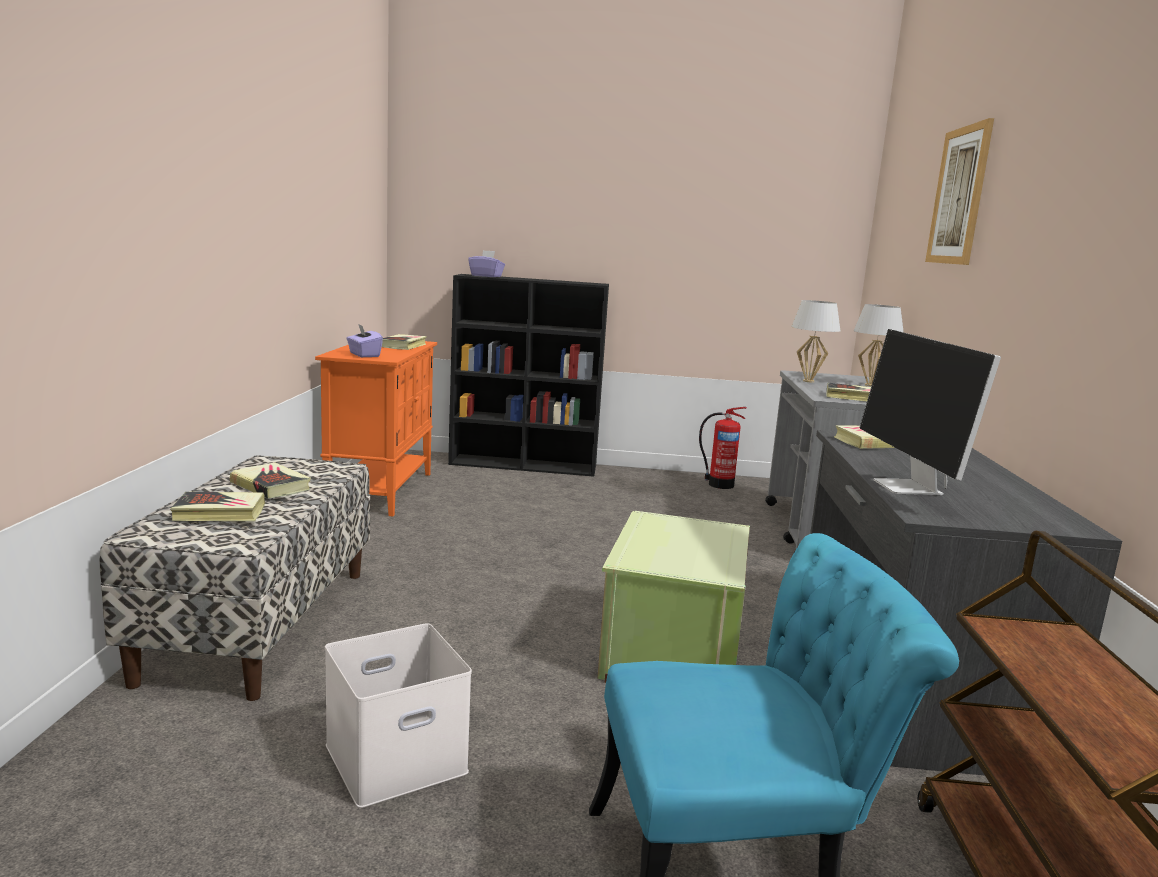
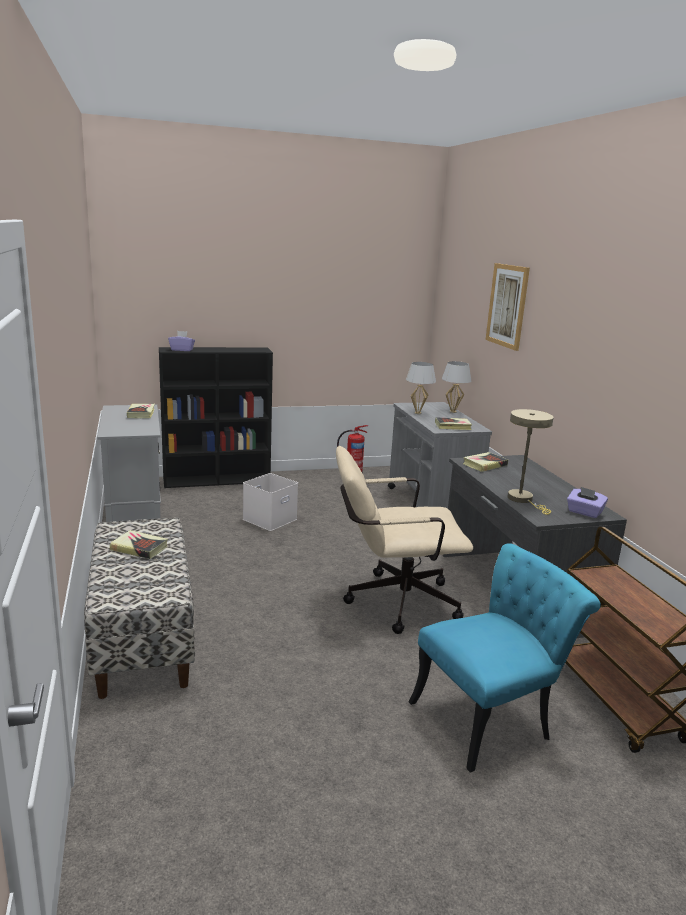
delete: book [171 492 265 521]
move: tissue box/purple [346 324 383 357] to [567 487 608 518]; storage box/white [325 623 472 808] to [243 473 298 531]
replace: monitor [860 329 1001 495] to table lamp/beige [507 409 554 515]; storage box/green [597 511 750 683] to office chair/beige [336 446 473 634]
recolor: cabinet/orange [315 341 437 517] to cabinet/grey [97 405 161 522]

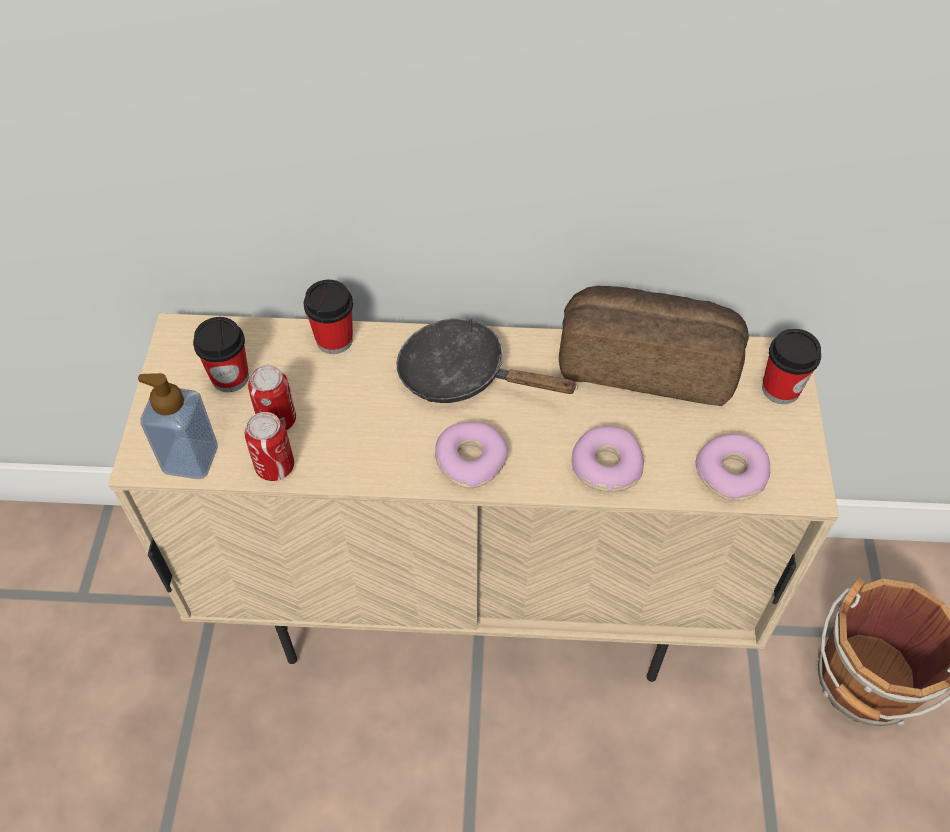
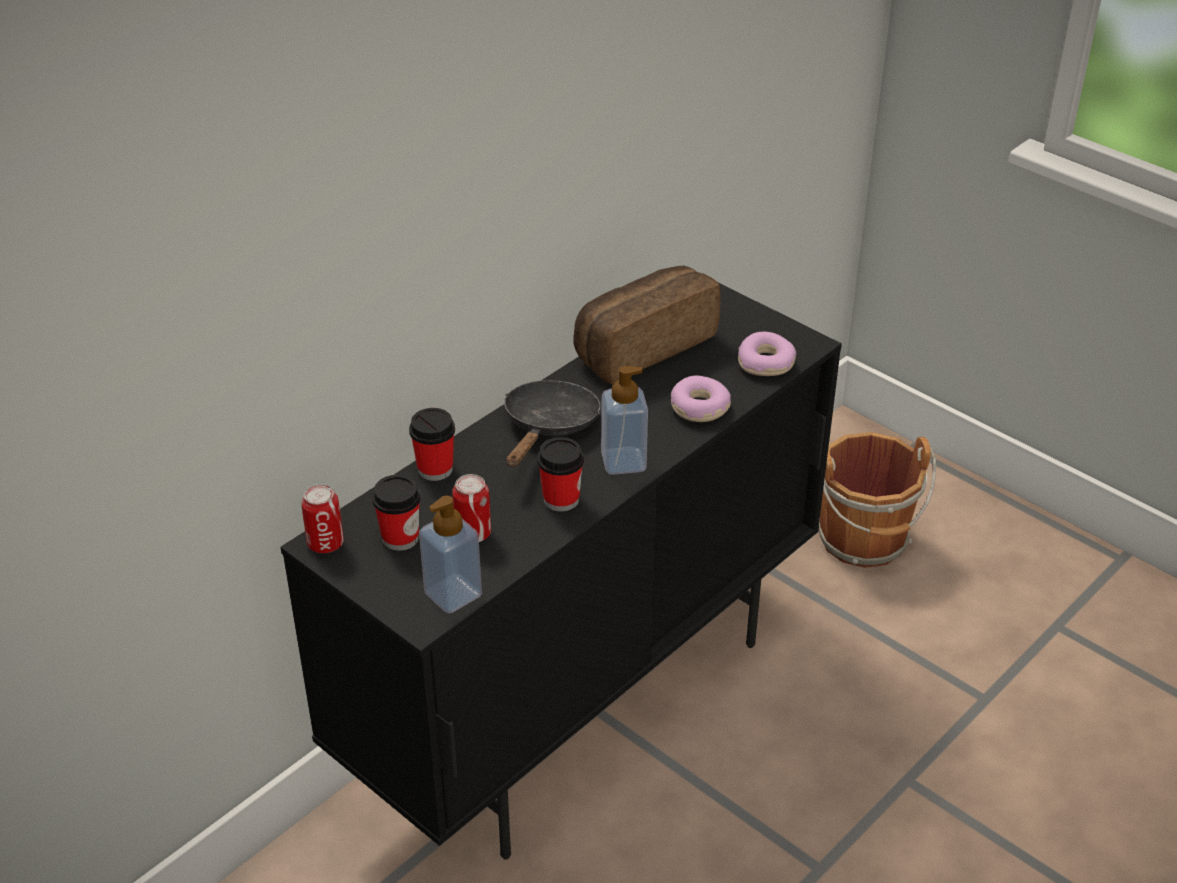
move: cup [762 329 821 404] to [537 437 584 512]; can [245 412 294 481] to [301 484 344 553]
replace: donut [435 422 508 488] to soap dispenser [601 366 648 475]
recolor: cabinet/beige [108 313 839 682] to cabinet/black [280 283 842 860]
rotate: frying pan/black [397 318 578 403] = [504 380 600 467] 135 degrees clockwise

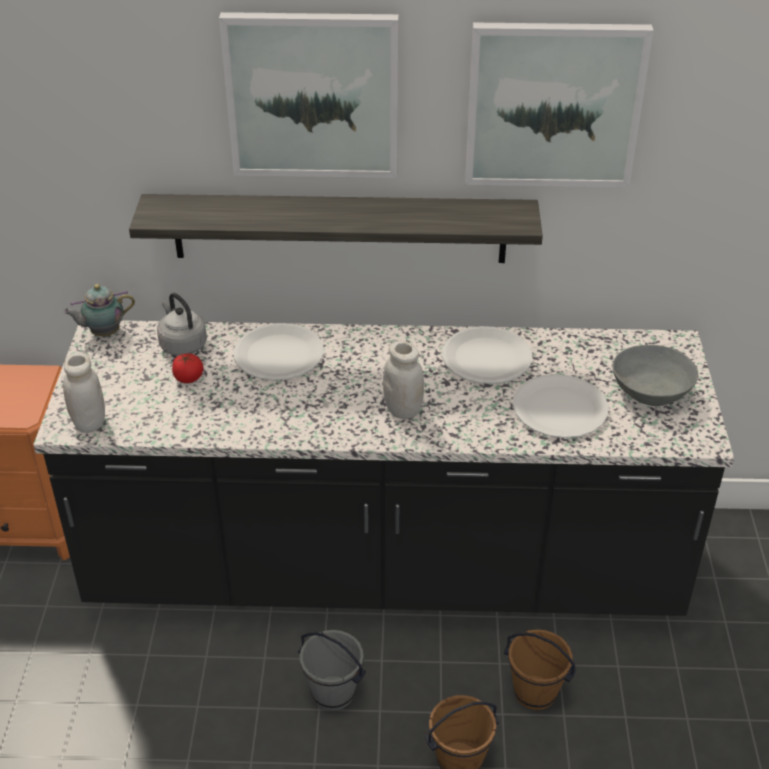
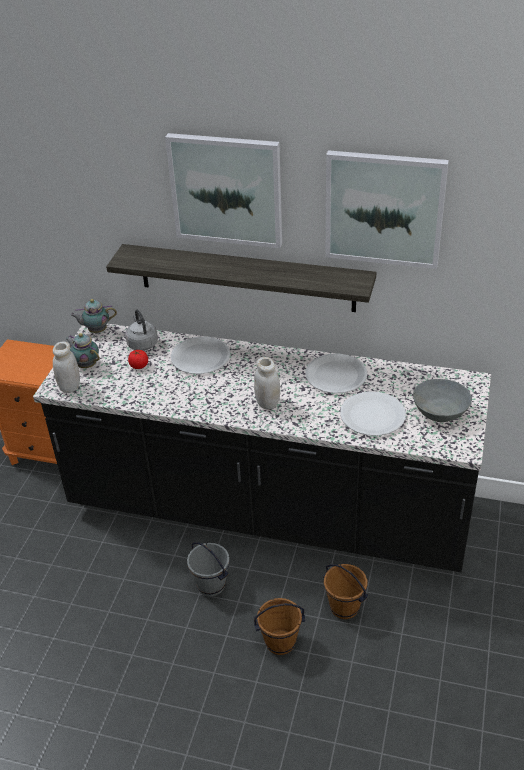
insert: teapot [66 333 100 368]

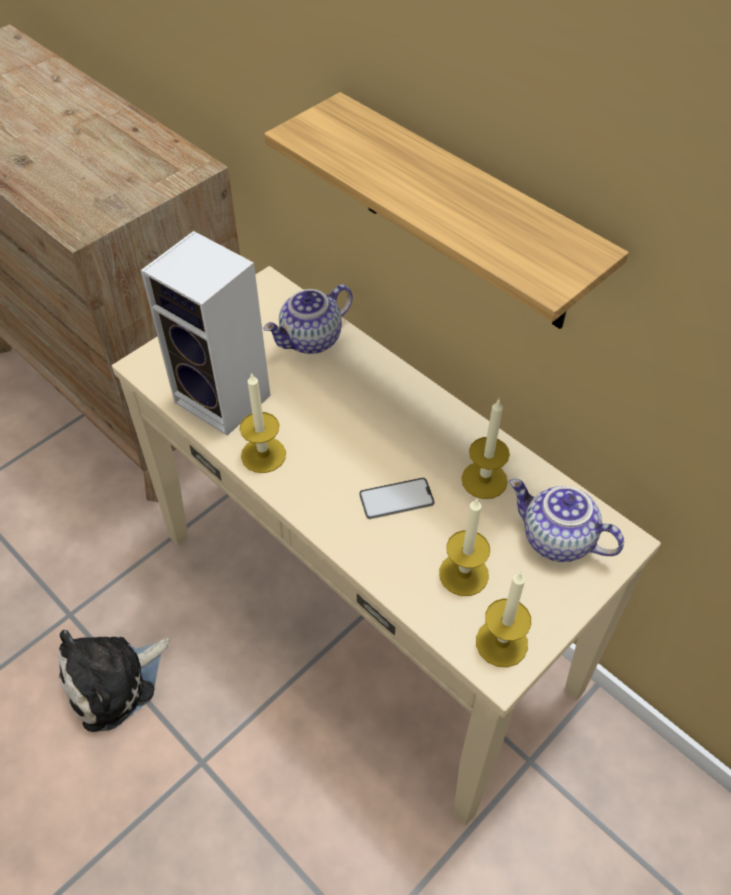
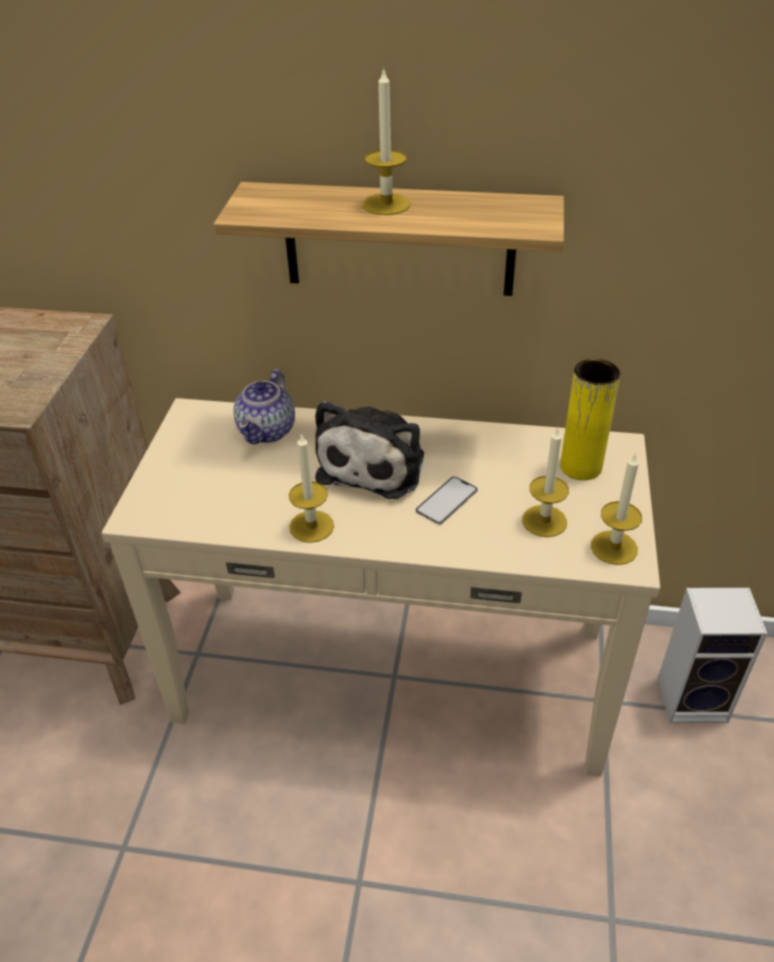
move: speaker [141 231 271 436] to [658 588 768 723]; candle [461 399 510 499] to [363 67 411 215]; plush toy [58 630 170 732] to [315 401 424 499]
replace: teapot [509 479 624 562] to vase/yellow [560 359 620 480]

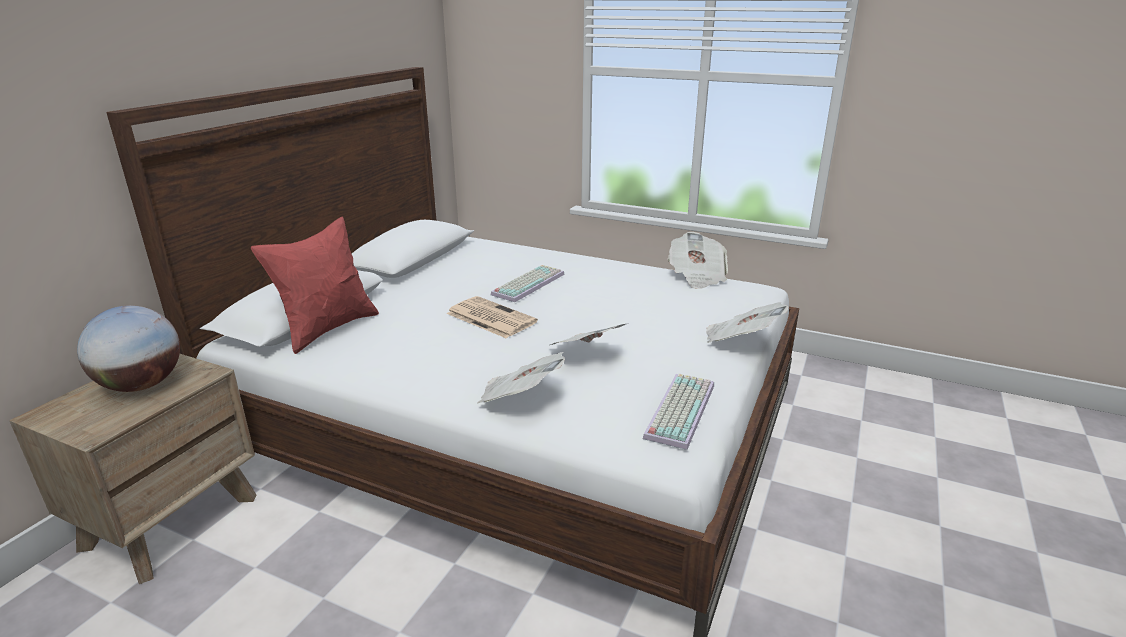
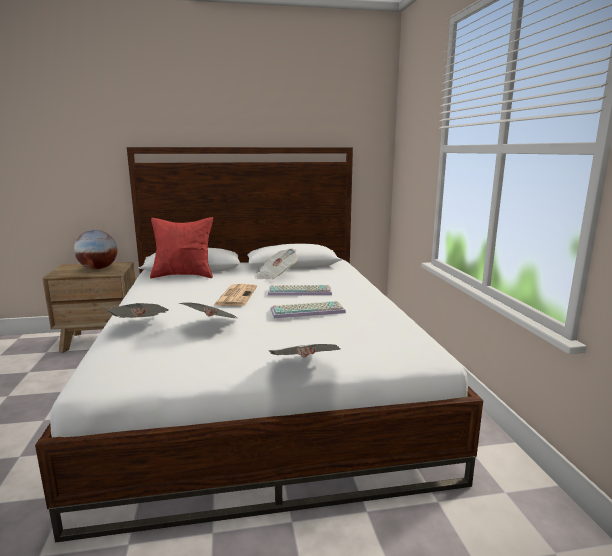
move: newspaper [668 232 728 289] to [254 249 299 280]; keyboard [643 374 714 450] to [270 301 346 318]

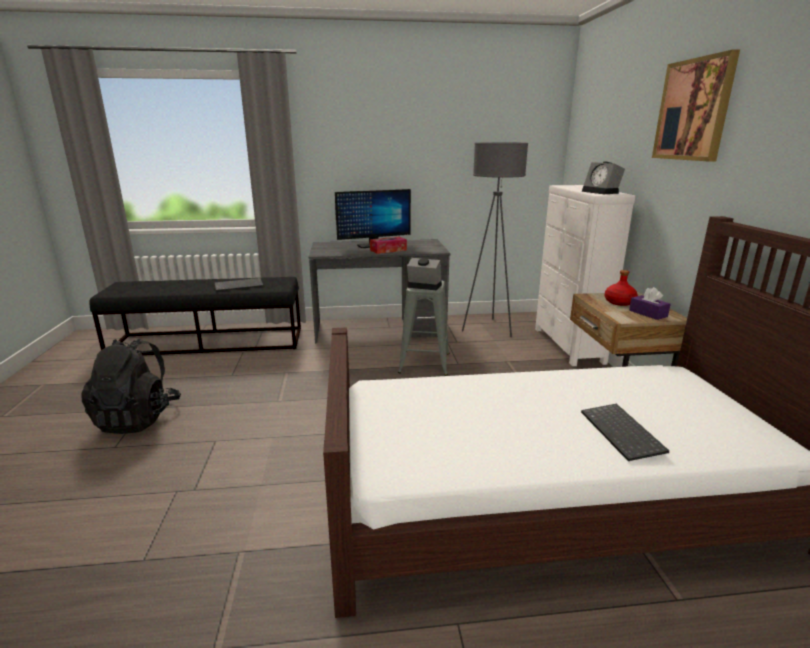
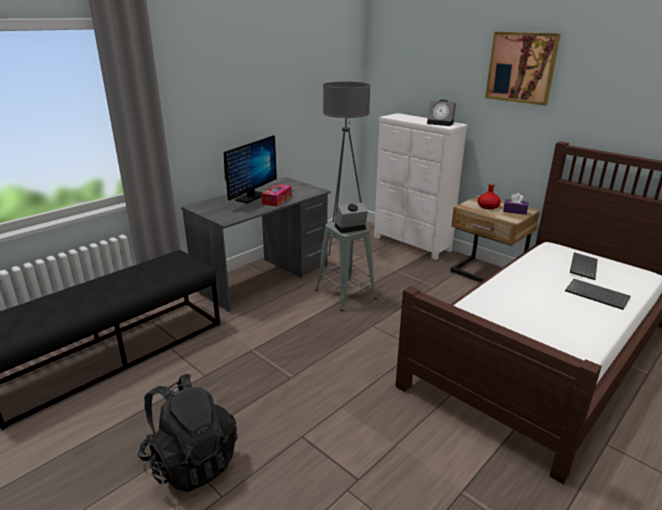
move: keyboard [214 278 263 291] to [570 252 598 280]

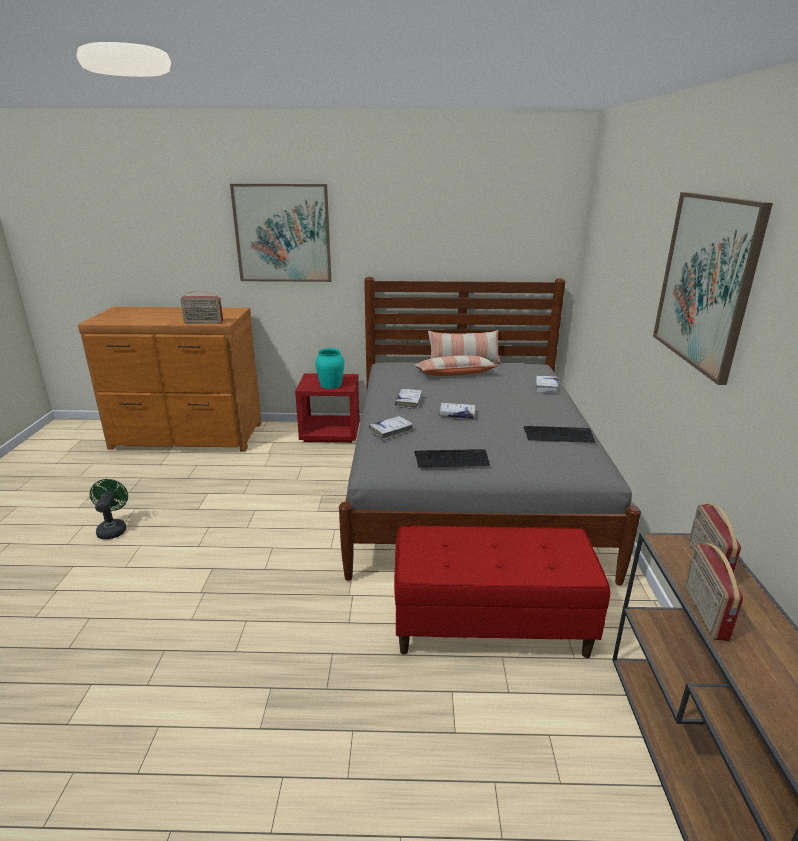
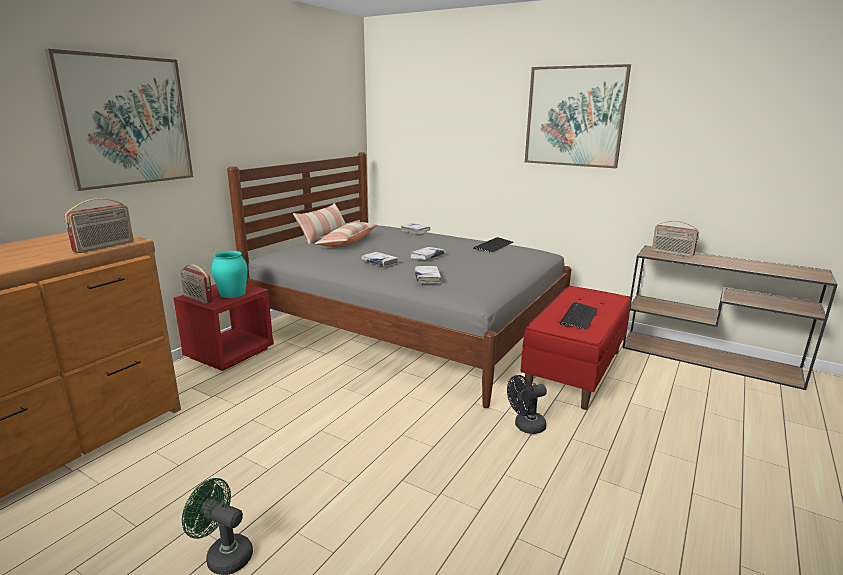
insert: fan/black [507 375 547 434]
move: keyboard [415 449 490 468] to [560 302 598 330]; radio [685 543 743 641] to [180 265 213 304]

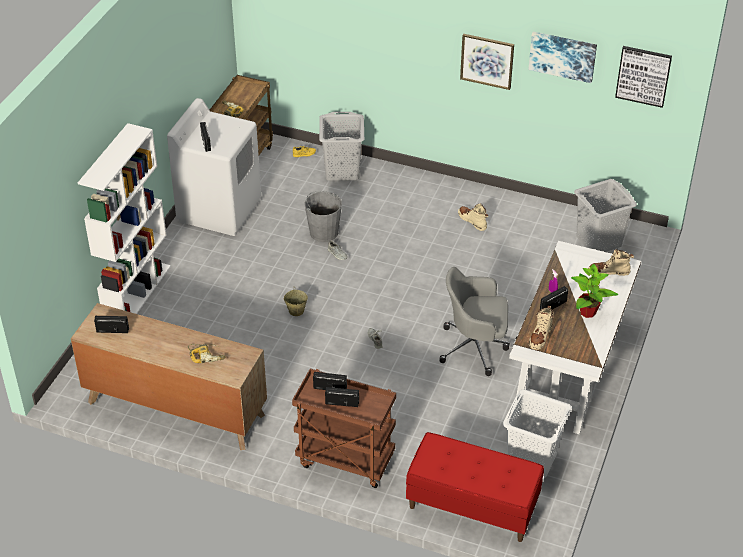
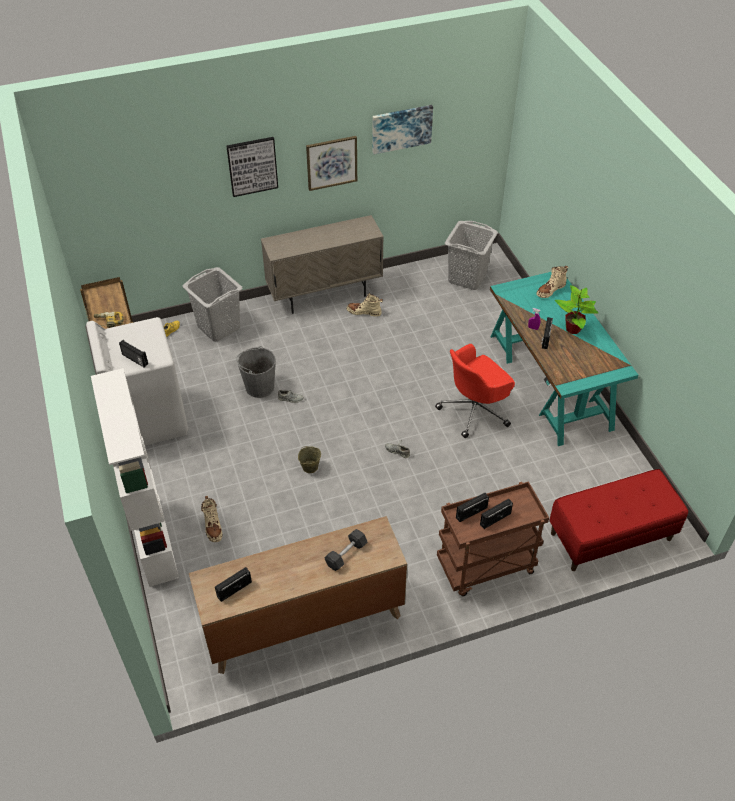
delete: laundry basket/white [503 389 572 479]
insert: cabinet/beige [261 215 384 314]
move: picture [615 46 672 108] to [226 137 278 197]; boot/beige [529 306 554 350] to [201 496 223 542]
replace: power drill [188 344 225 363] to dumbbell/grey [324 529 367 571]
recolor: desk/white [509 241 641 434] to desk/turquoise [490 272 638 446]; office chair/grey [440 267 510 376] to office chair/red [435 344 515 438]

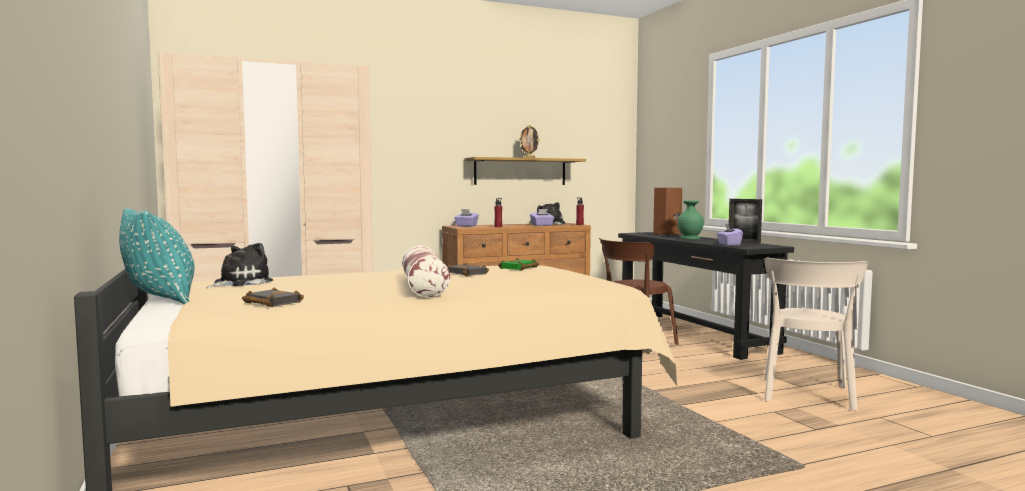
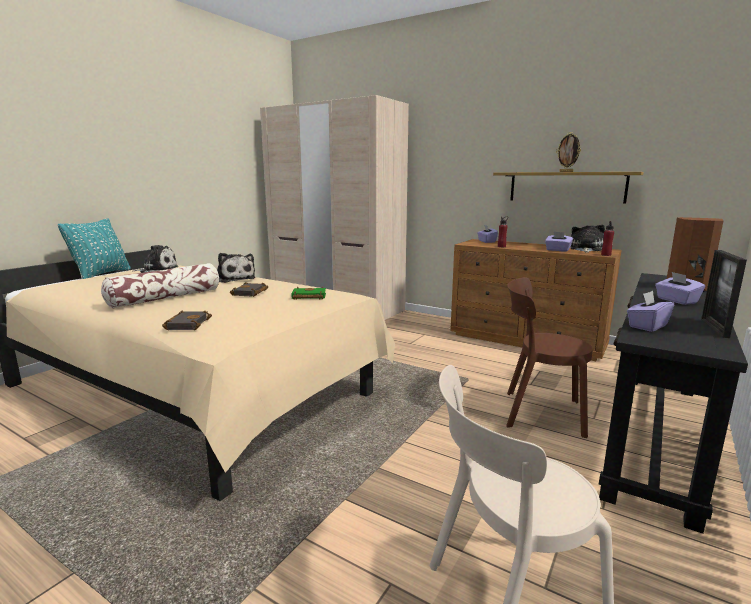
insert: plush toy [217 253 256 283]
move: book/black [242 287 304 307] to [162 310 212 330]
replace: vase/green [677 200 704 239] to tissue box/purple [655 272 705 305]

